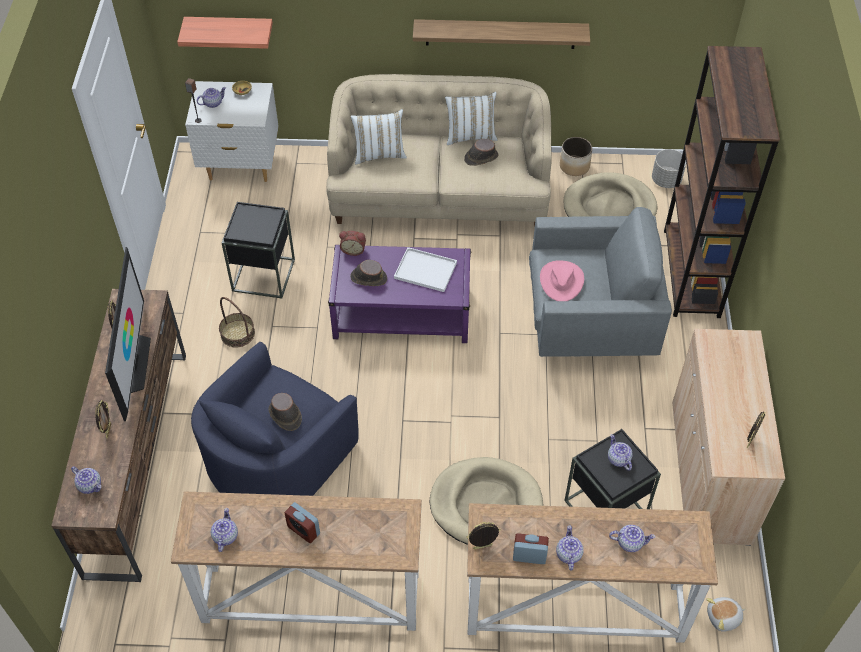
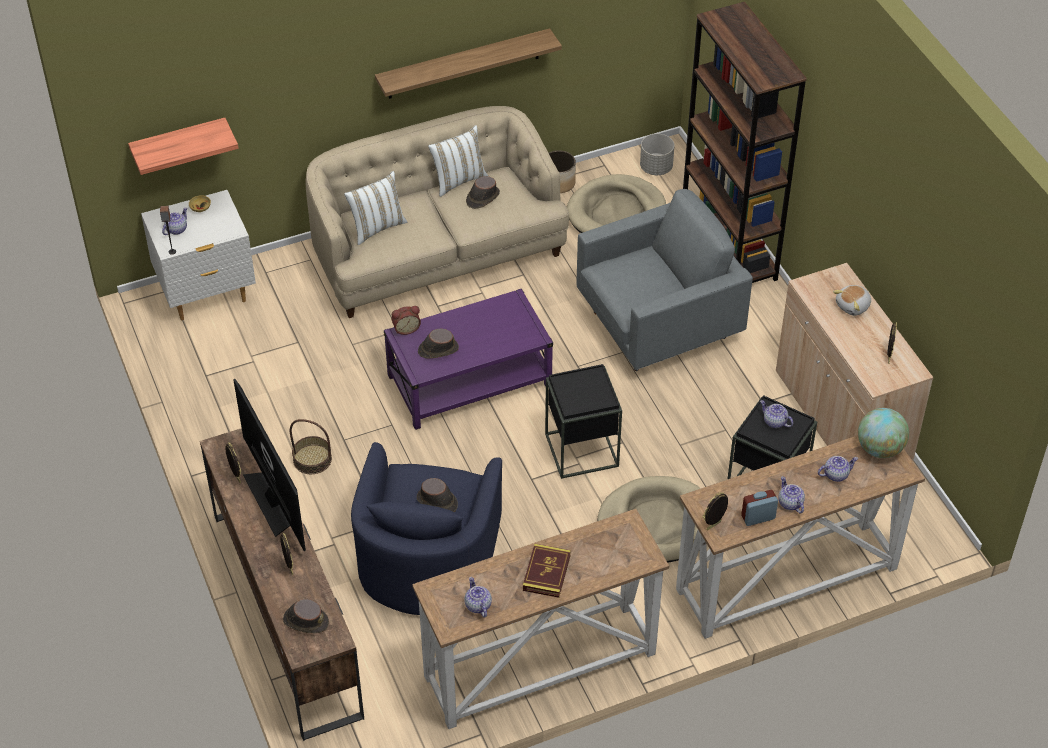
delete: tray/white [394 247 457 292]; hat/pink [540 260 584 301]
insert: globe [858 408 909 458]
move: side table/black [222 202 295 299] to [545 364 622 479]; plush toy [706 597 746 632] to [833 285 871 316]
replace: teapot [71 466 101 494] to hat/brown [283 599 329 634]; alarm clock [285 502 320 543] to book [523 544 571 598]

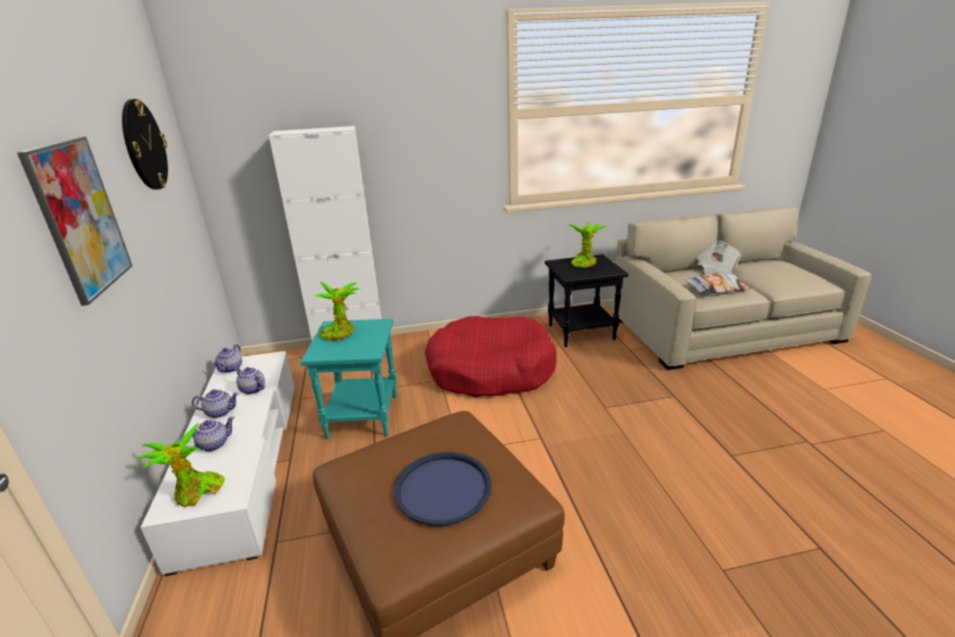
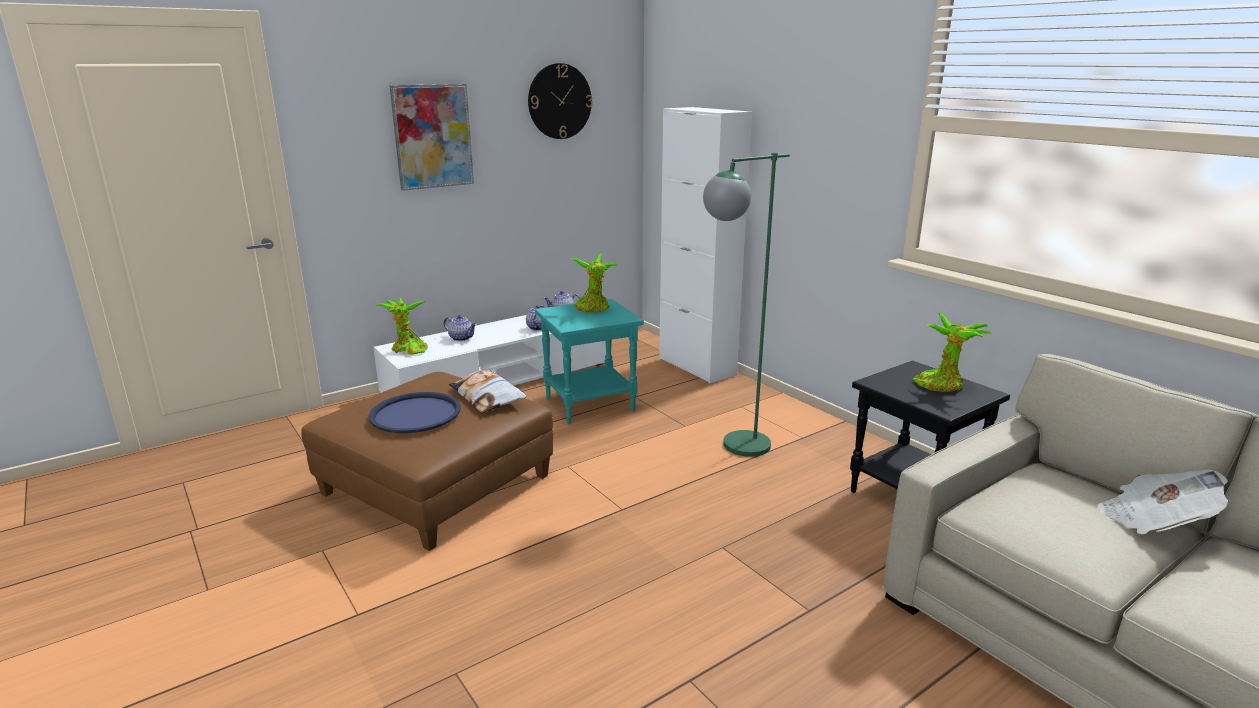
delete: teapot [192 390 239 418]
move: pillow [684 272 751 295] to [449 369 527 413]
replace: dog bed/red [425 316 557 397] to floor lamp/green [703 153 790 457]

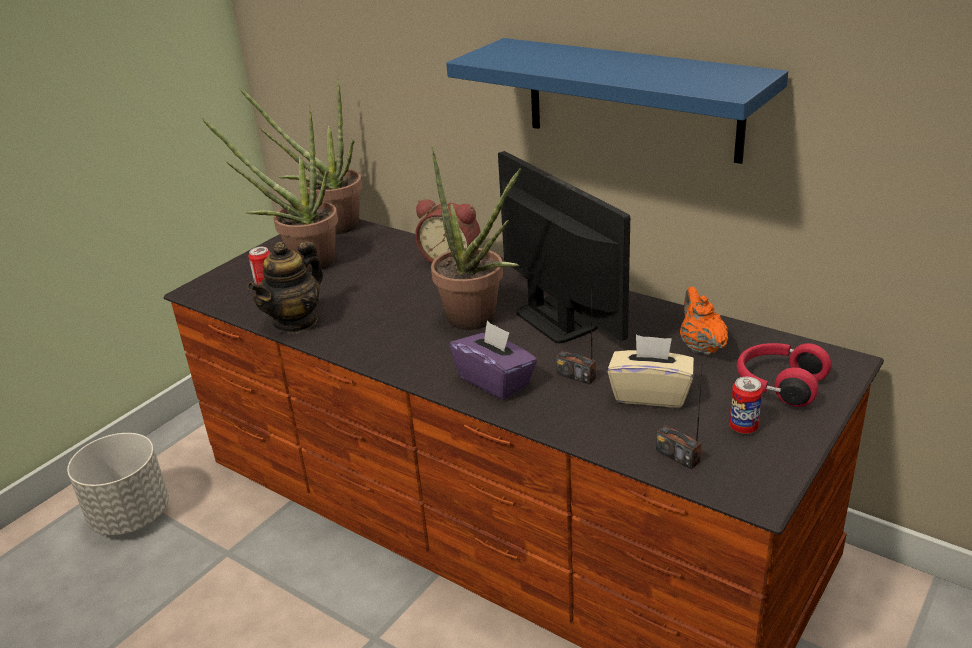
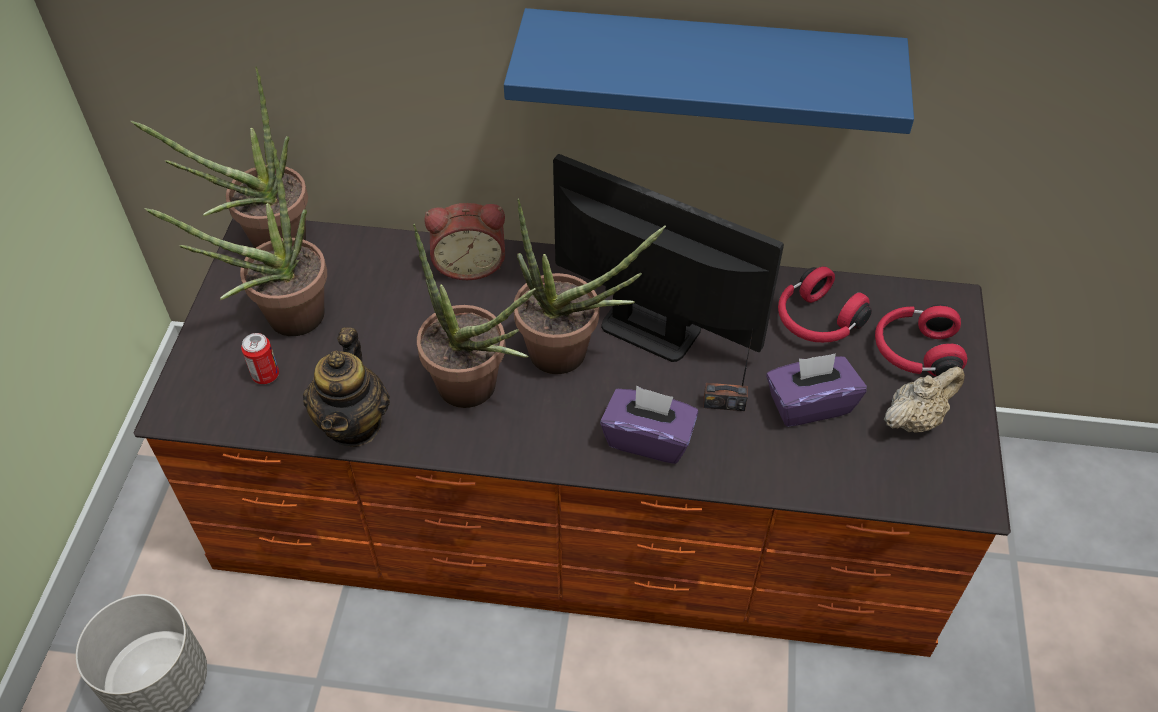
delete: radio [656 372 702 469]
insert: potted plant [413 223 536 408]
replace: teapot/orange [680 287 728 355] to headphones/red [778 266 872 343]; can [729 377 763 434] to teapot/beige [884 366 965 432]
recolor: tissue box/beige [608 335 694 407] to tissue box/purple [766 353 867 427]

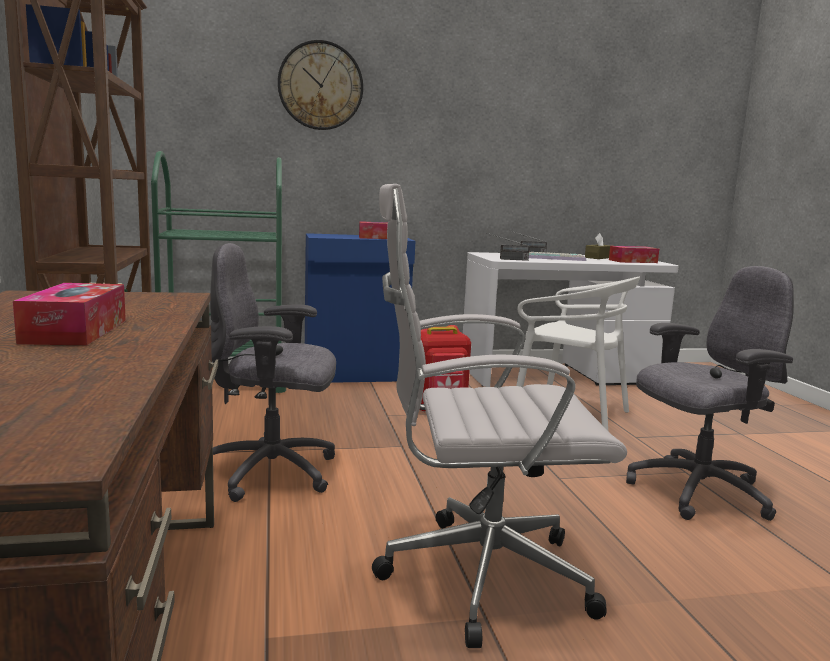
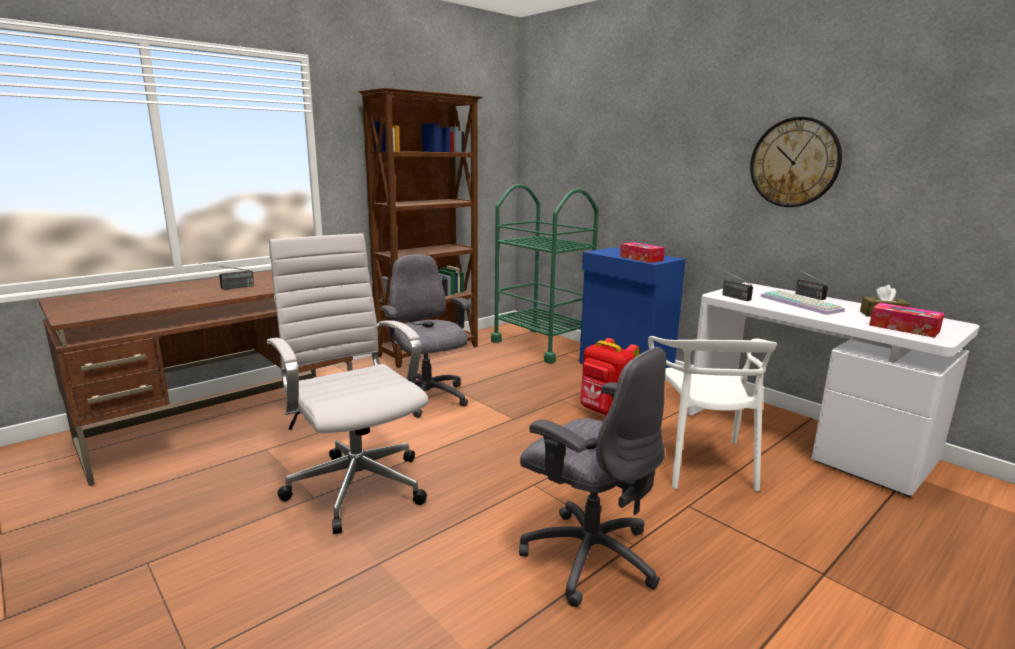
move: wall clock [278 40 363 130] to [750 117 842 207]
replace: tissue box [13 283 126 345] to radio [199 263 254 290]

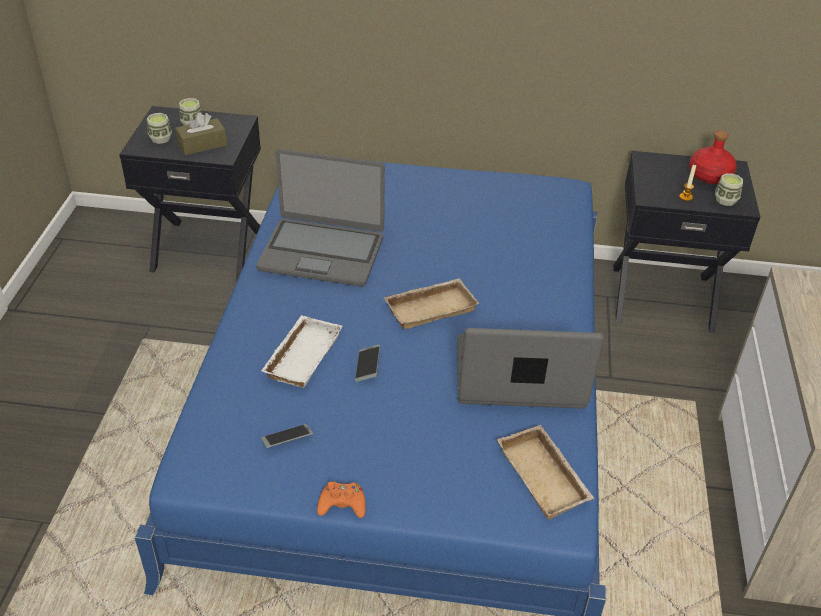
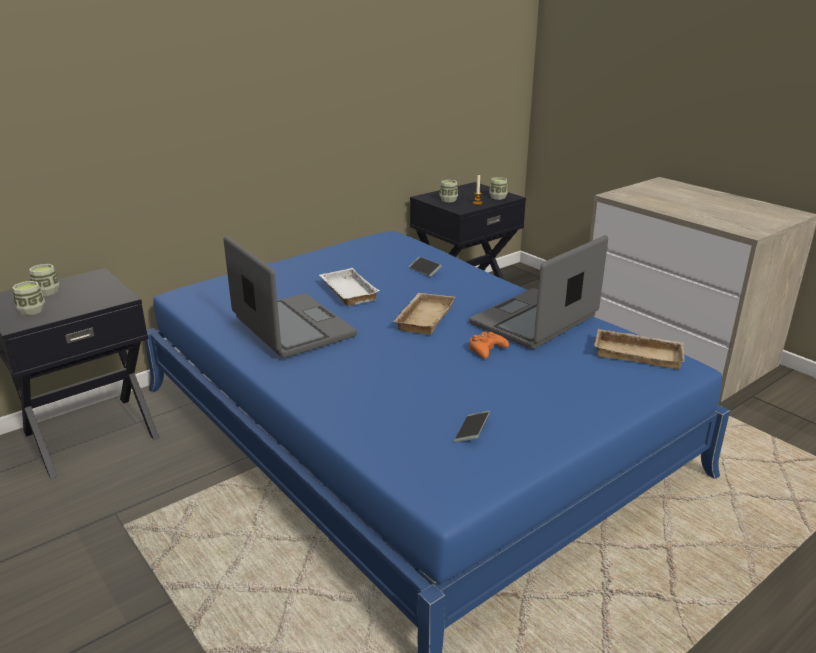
delete: tissue box/brown [175 112 227 155]; bottle/red [689 131 737 184]
insert: cup [440 180 458 202]
move: tray/white [261 315 342 388] to [319 268 380 306]; phone [355 345 380 382] to [409 257 442 277]; game controller/orange [317 482 366 518] to [469 331 509 359]
rotate: laptop [256 149 385 287] = [223 236 357 358] 90 degrees counterclockwise

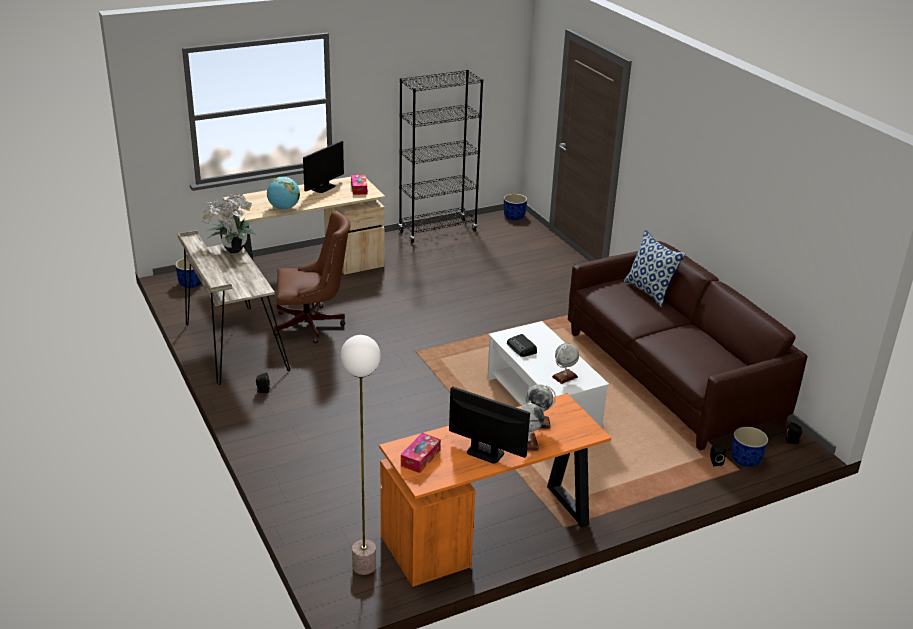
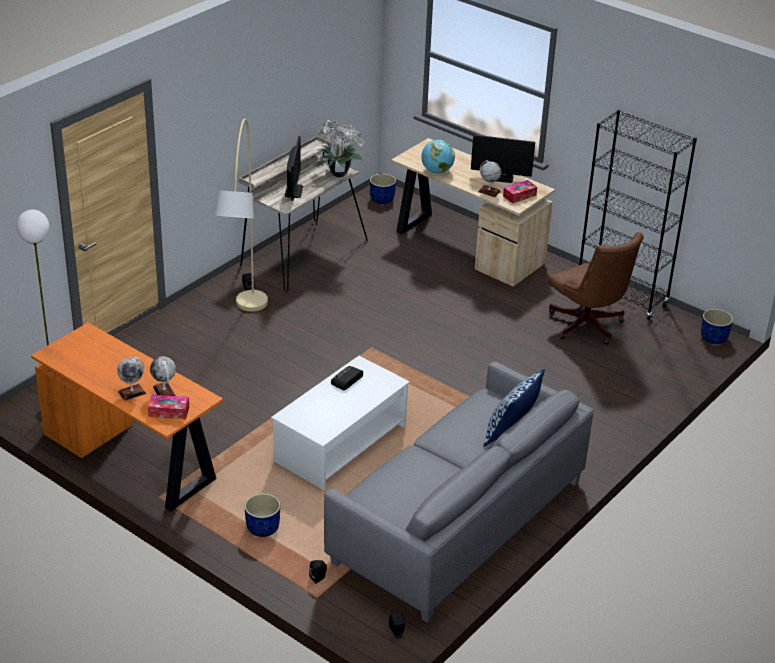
insert: floor lamp/beige [214 119 268 311]
move: office chair/brown [273 211 351 343] to [548 232 644 345]; globe [552 343 579 384] to [478 160 501 197]; monitor [449 386 530 464] to [285 136 303 201]; planter/blue [731 427 768 467] to [244 493 280 537]; tissue box [401 433 441 473] to [148 395 189 419]
recolor: sofa/brown [568 241 807 450] to sofa/grey [324 361 594 623]

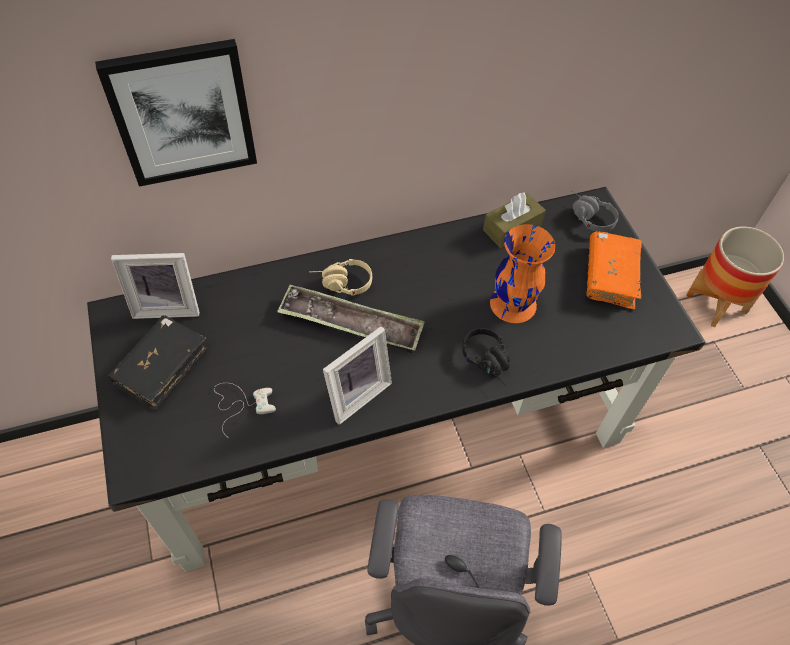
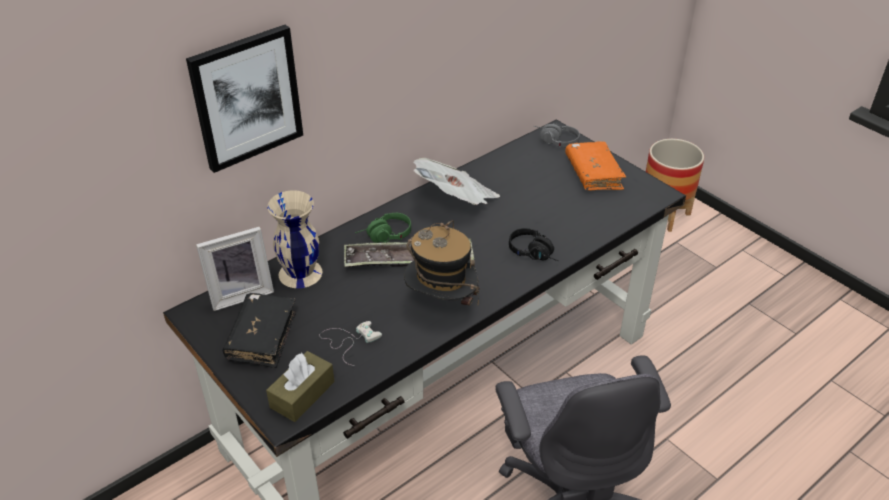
delete: vase/orange [490 224 555 323]
insert: newspaper [413 158 500 205]; vase/beige [267 190 323 288]
move: tissue box/brown [483 193 546 248] to [266 351 335 422]
replace: picture frame [323 326 392 425] to hat [404 220 480 306]
recolor: headphones/beige [311 259 372 296] to headphones/green [355 213 411 243]

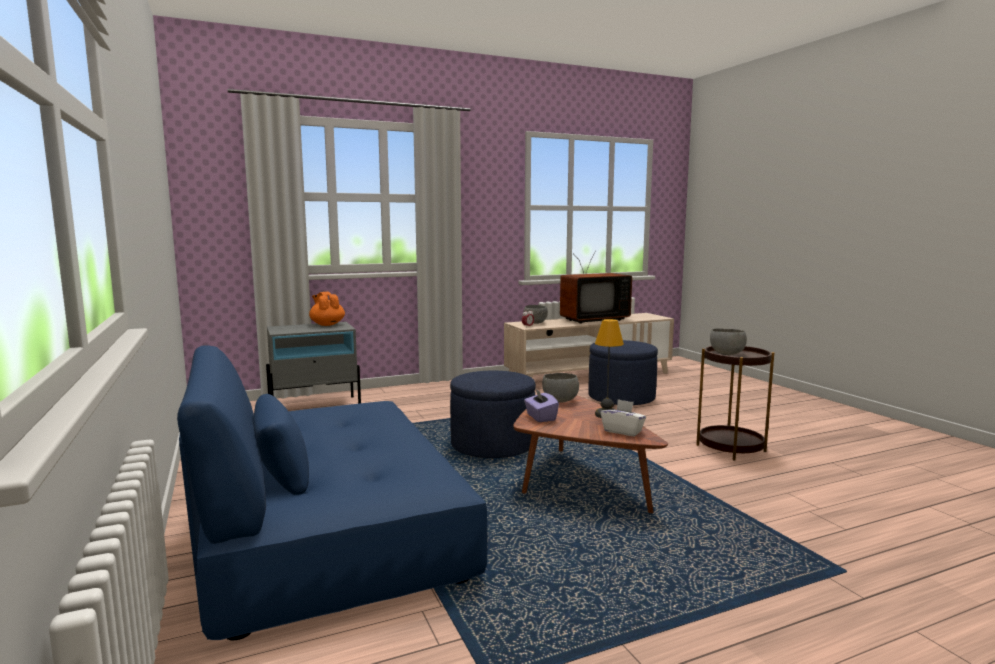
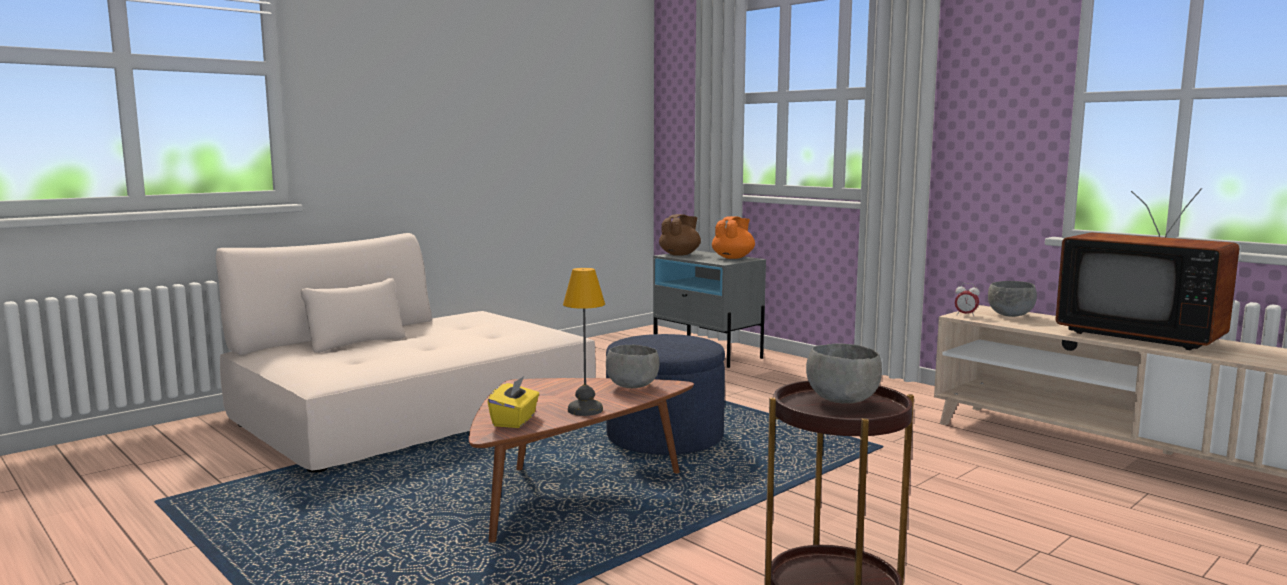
delete: ottoman/blue [589 340 658 405]; tissue box/purple [524 388 559 422]
insert: teapot/brown [659 214 701 256]
recolor: sofa/blue [177 345 488 640] to sofa/beige [216 233 596 473]; tissue box/white [601 399 646 436] to tissue box/yellow [487 376 539 428]

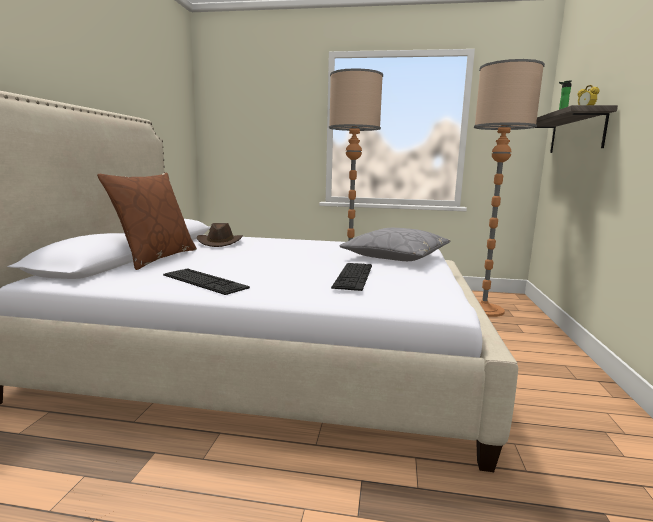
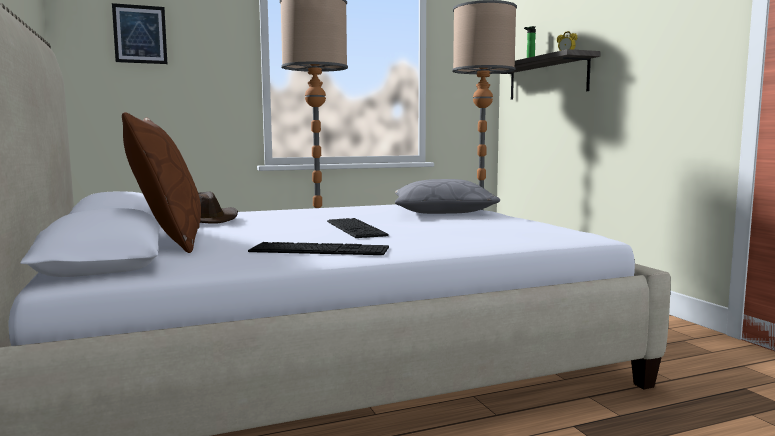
insert: picture [112 3 167 64]
move: keyboard [331 263 372 291] to [327 218 389 238]

